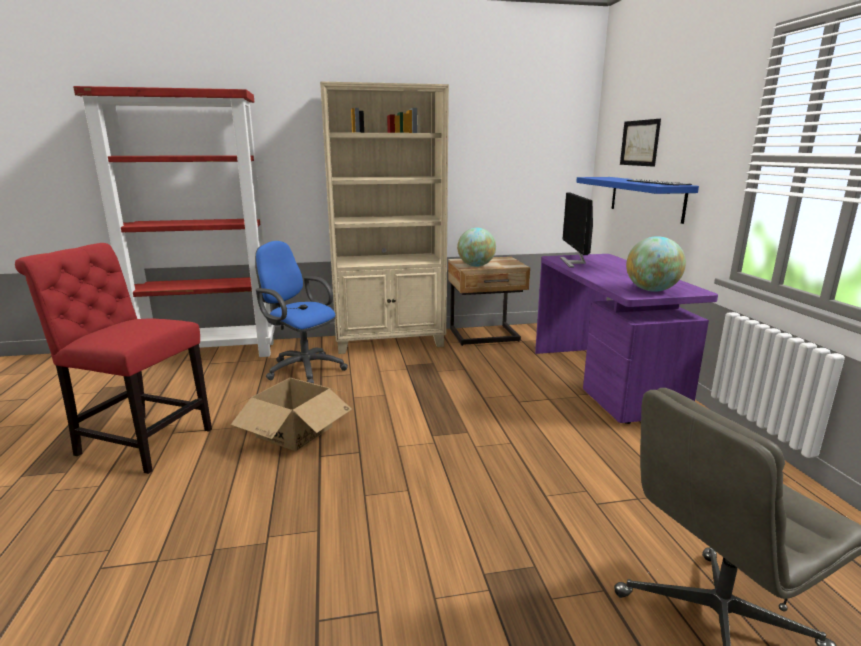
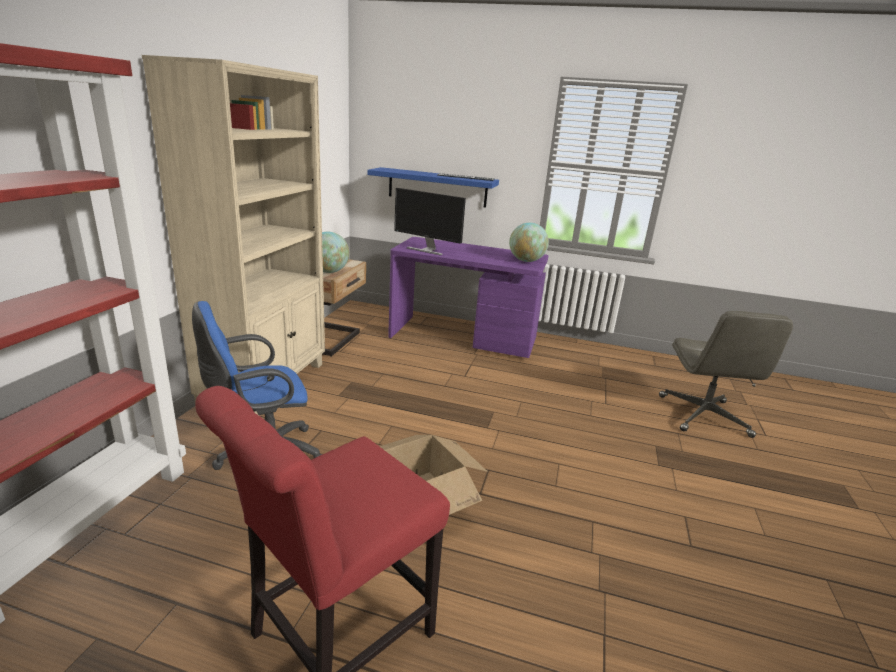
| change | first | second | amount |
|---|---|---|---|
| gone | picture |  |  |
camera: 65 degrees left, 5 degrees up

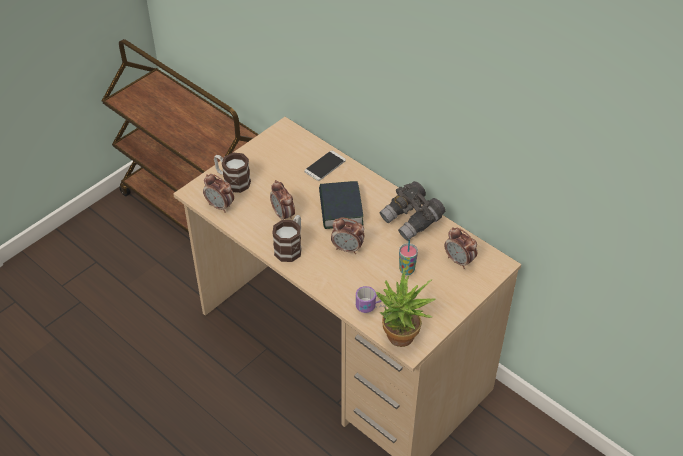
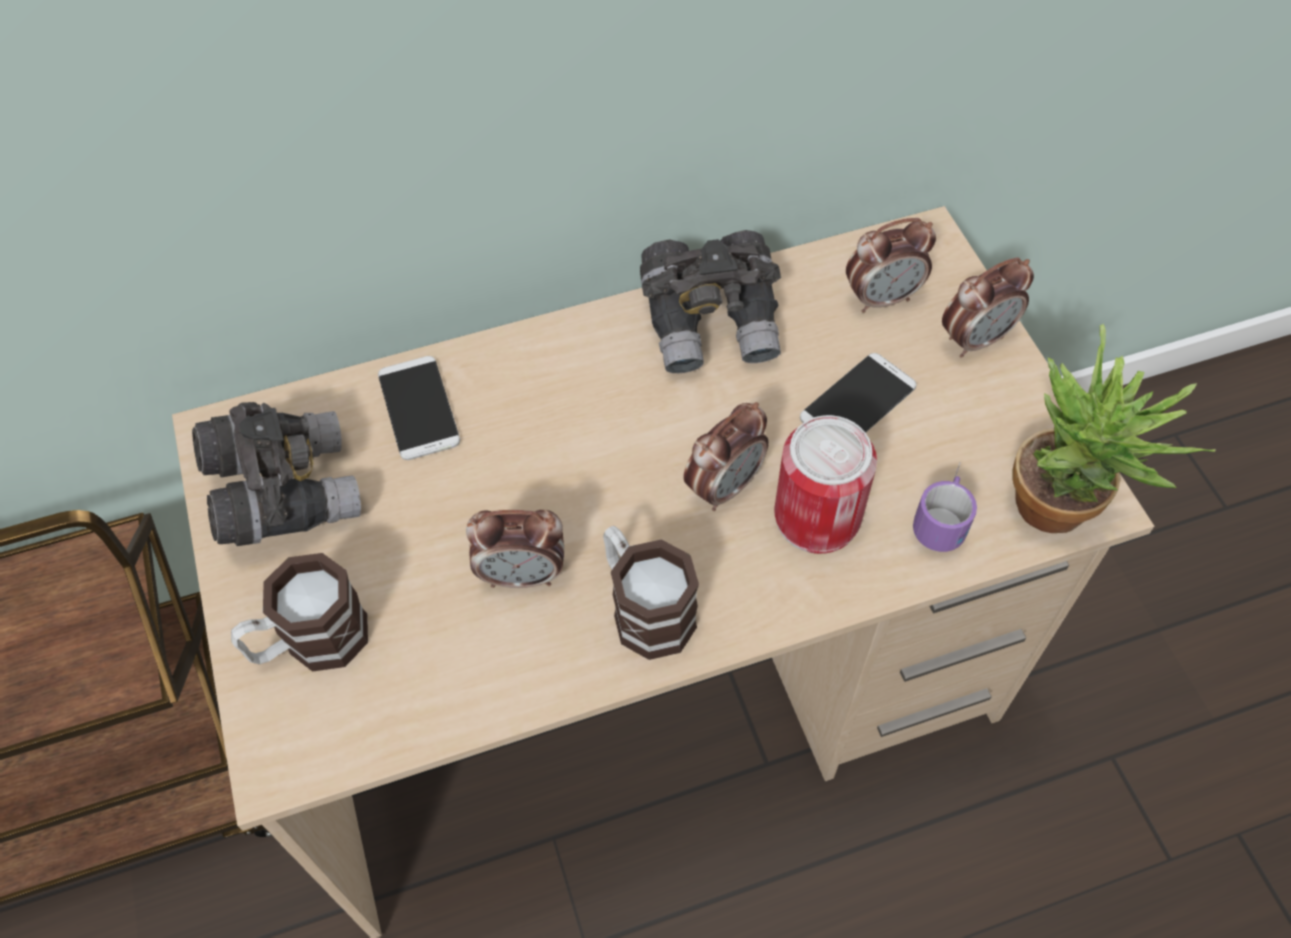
| change | first | second | amount |
|---|---|---|---|
| new |  | grey binoculars (no. 1 from left) |  |
| new |  | can |  |
| swapped | cup | phone (no. 2 from left) |  |
| shifted | alarm clock (no. 1 from left in the first image) | alarm clock (no. 4 from left) |  |
| gone | book |  |  |
camera: 60 degrees left, 10 degrees up

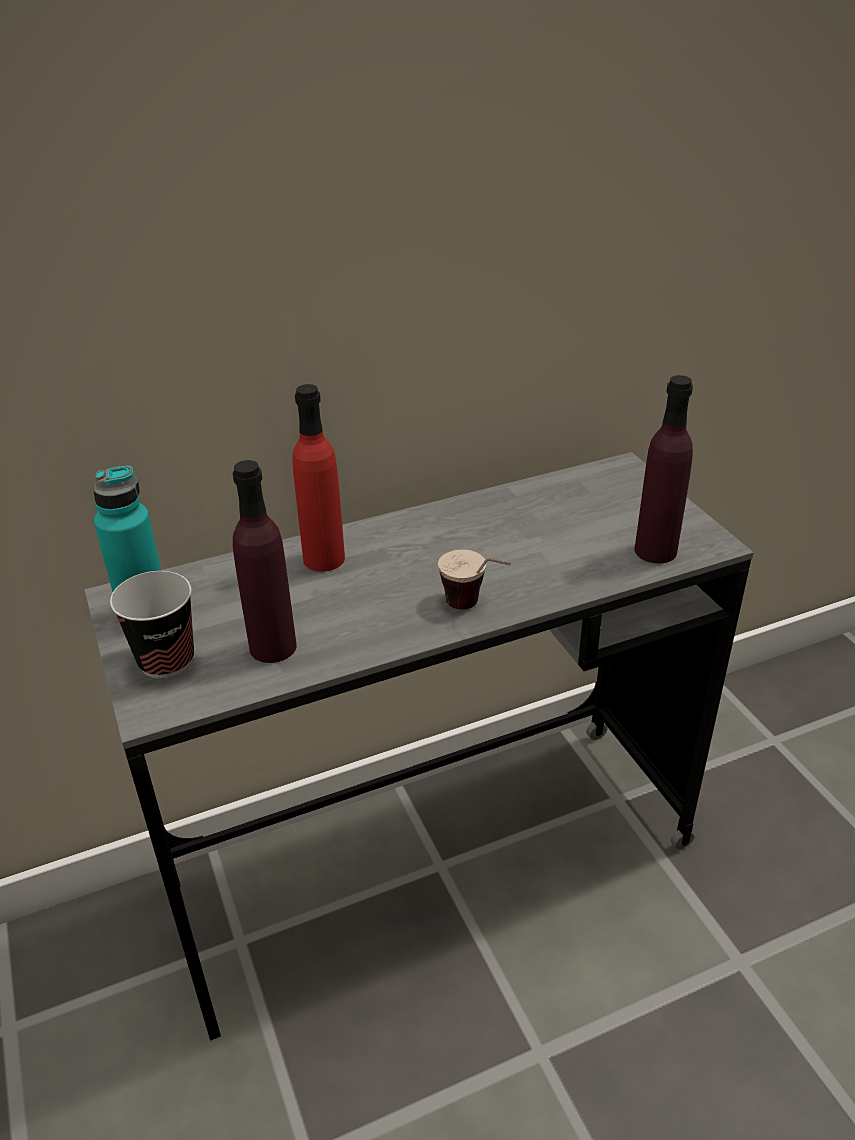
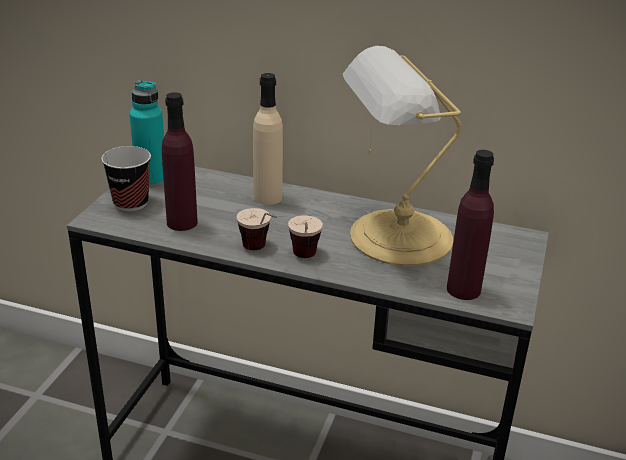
| change | first | second | amount |
|---|---|---|---|
| new |  | cup (no. 2 from left) |  |
| repainted | red bottle | beige bottle |  |
| new |  | table lamp |  |
camera: 40 degrees right, 5 degrees down

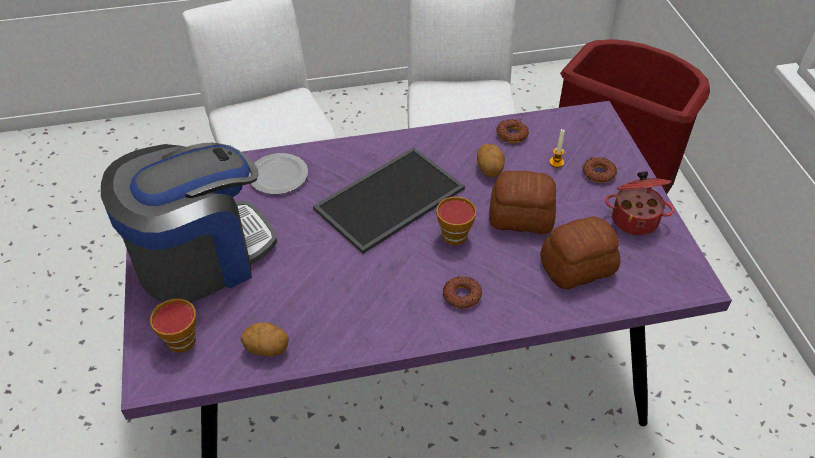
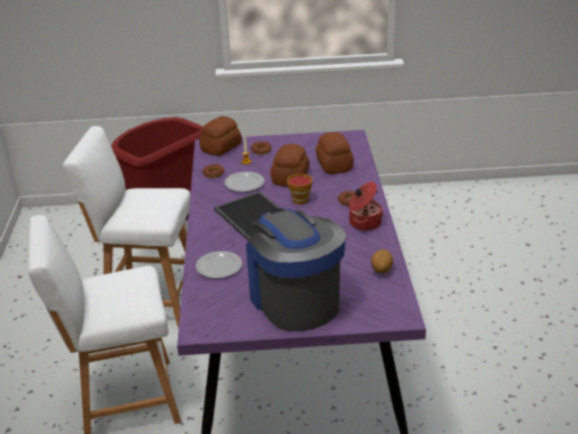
| change | first | second | amount |
|---|---|---|---|
| new |  | bread (no. 1 from left) |  |
| swapped | potato (no. 2 from left) | plate (no. 2 from left) |  |
| shifted | cooking pot |  |  |
| gone | cup (no. 1 from left) |  |  |
camera: 80 degrees left, 15 degrees down

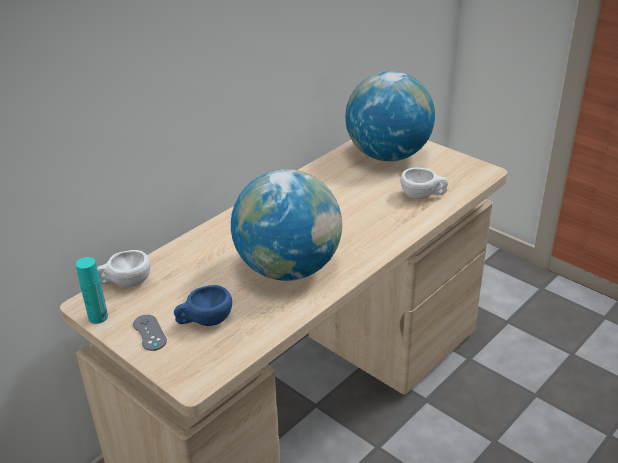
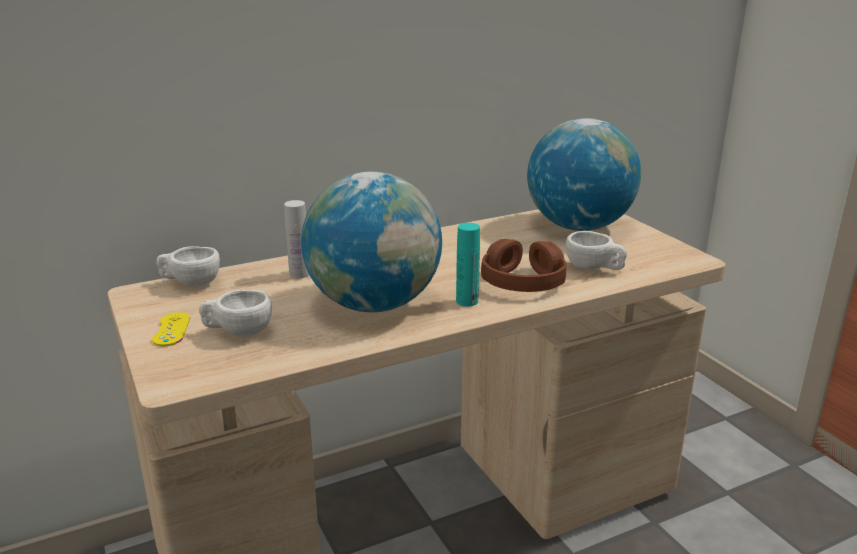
| change | first | second | amount |
|---|---|---|---|
| repainted | grey game controller | yellow game controller |  |
| repainted | blue cup | white cup (no. 2 from left) |  |
| new |  | white bottle |  |
| shifted | turquoise bottle |  |  |
| new |  | brown headphones |  |
camera: 20 degrees right, 10 degrees down

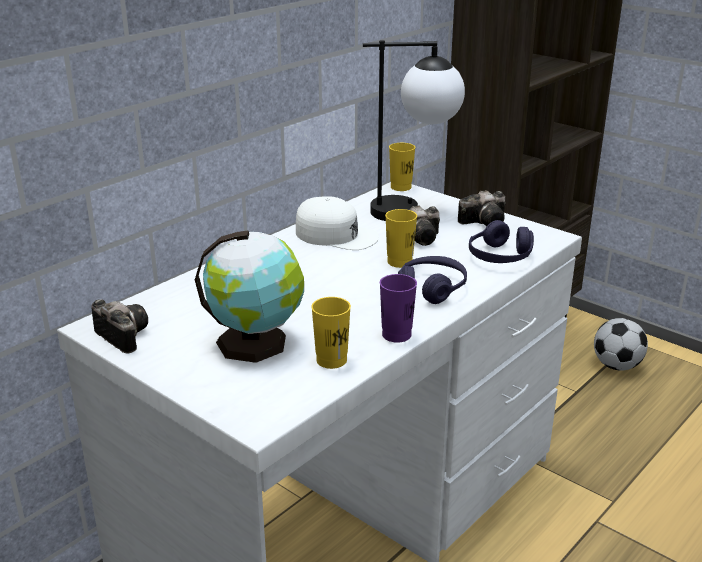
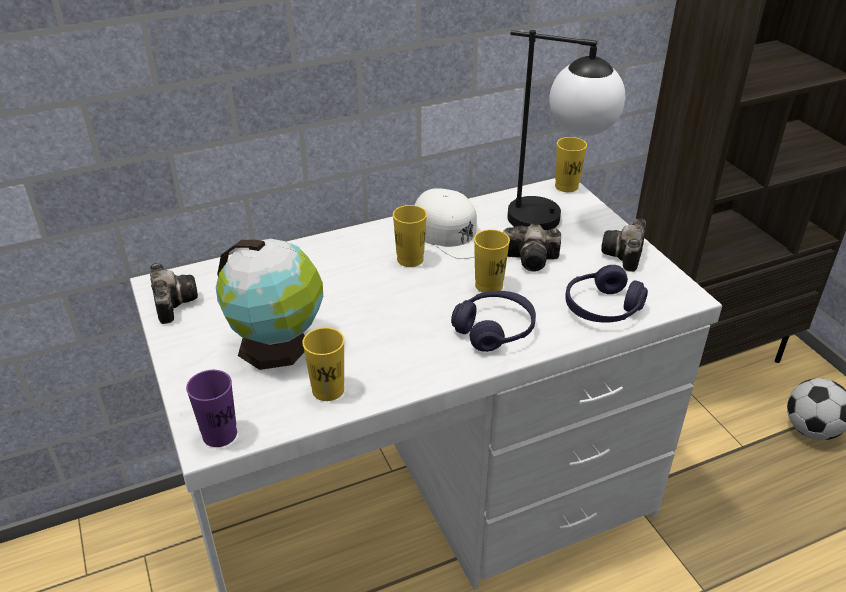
| change | first | second | amount |
|---|---|---|---|
| shifted | purple cup |  |  |
| new |  | yellow cup (no. 2 from left) |  |
| rotated | photo camera (no. 3 from left) |  | 105 degrees clockwise |
camera: 25 degrees right, 10 degrees up

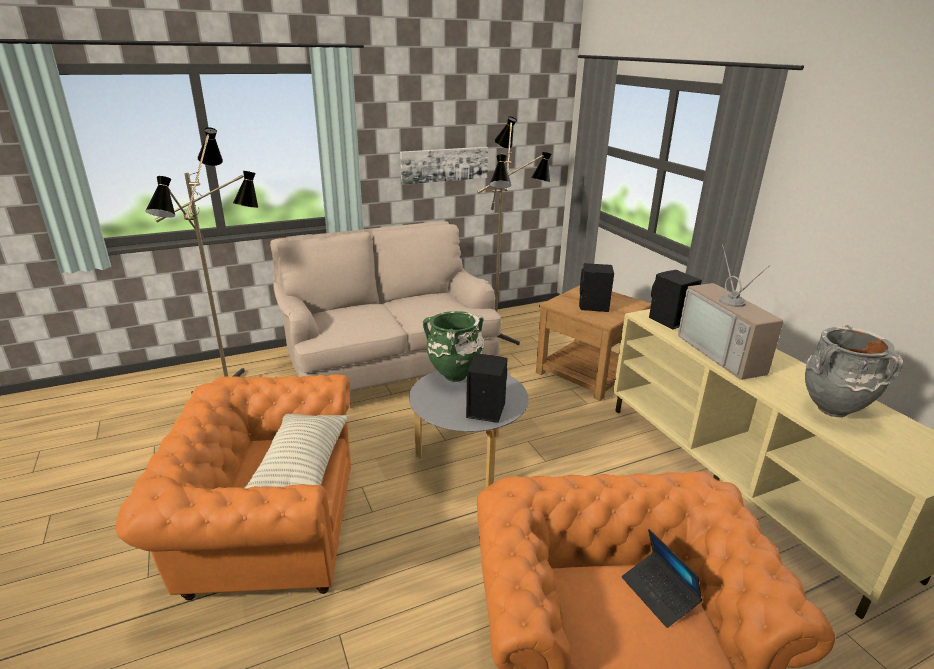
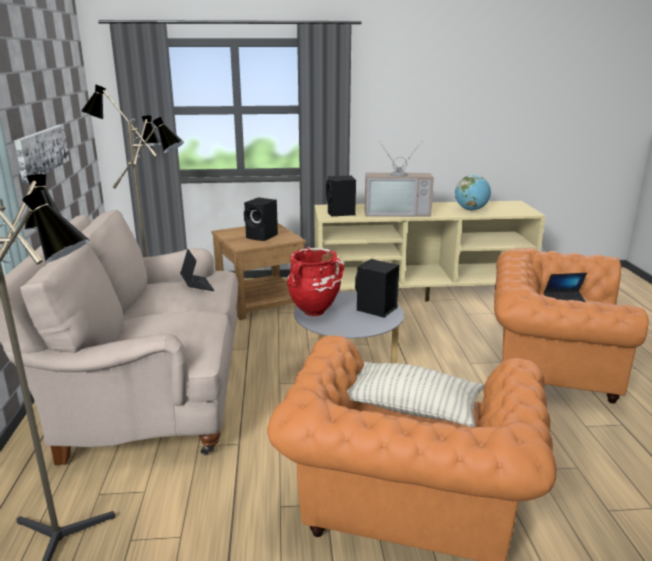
| change | first | second | amount |
|---|---|---|---|
| new |  | laptop (no. 1 from left) |  |
| repainted | green vase | red vase |  |
| swapped | grey vase | globe |  |
camera: 70 degrees left, 5 degrees down

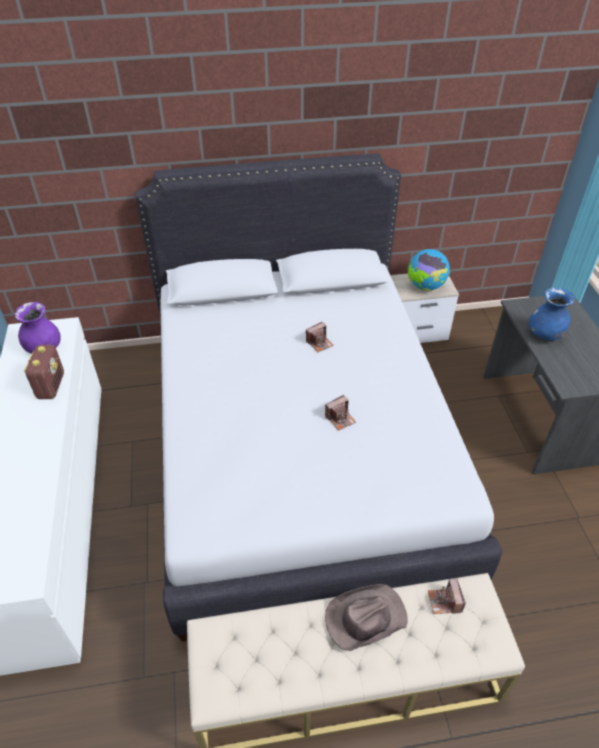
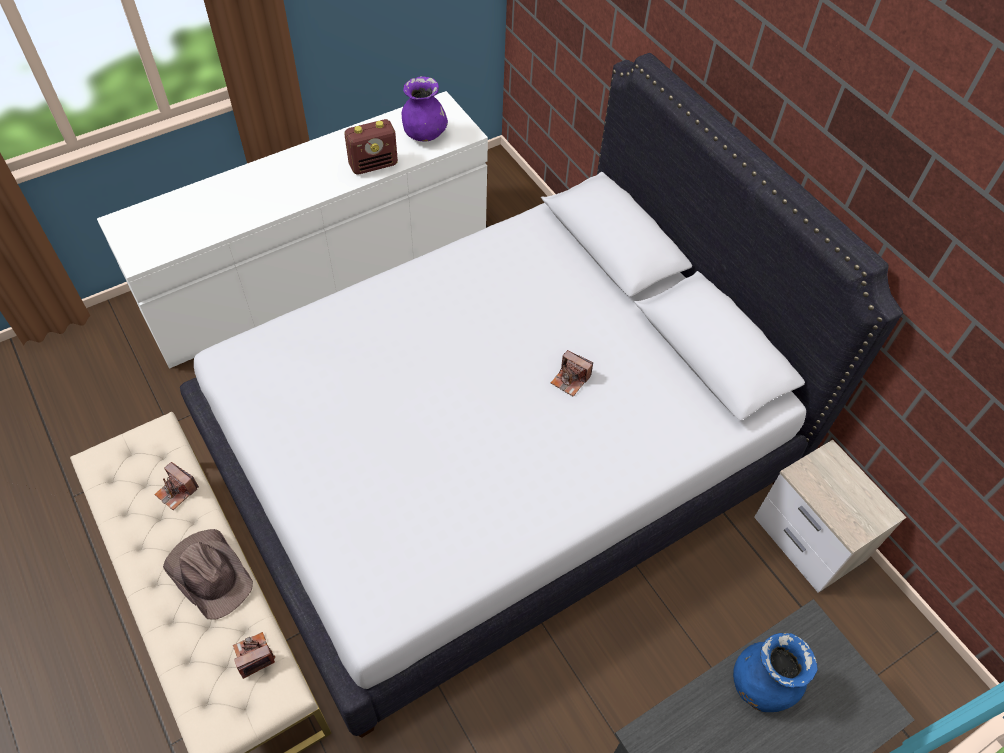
| change | first | second | amount |
|---|---|---|---|
| shifted | photo camera (no. 2 from left in the first image) | photo camera (no. 1 from left) |  |
| gone | globe |  |  |
camera: 65 degrees right, 10 degrees up

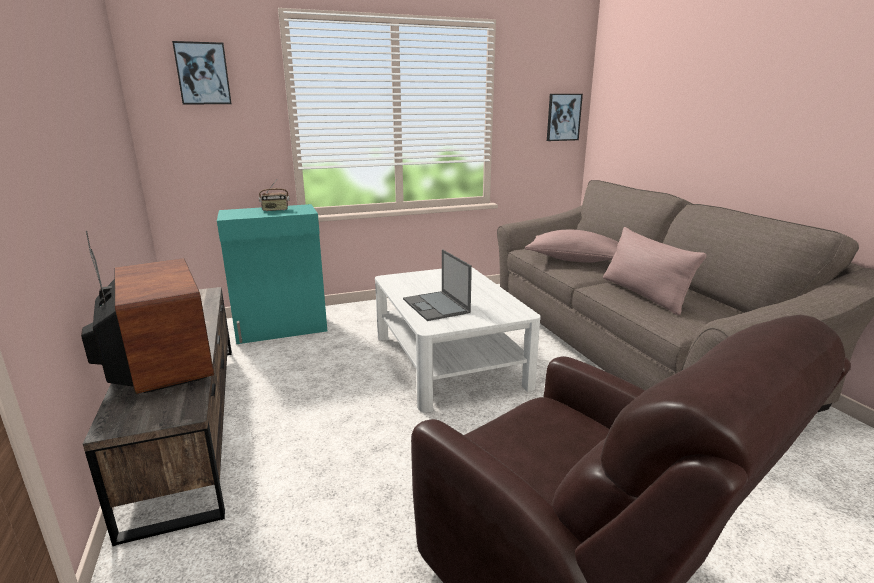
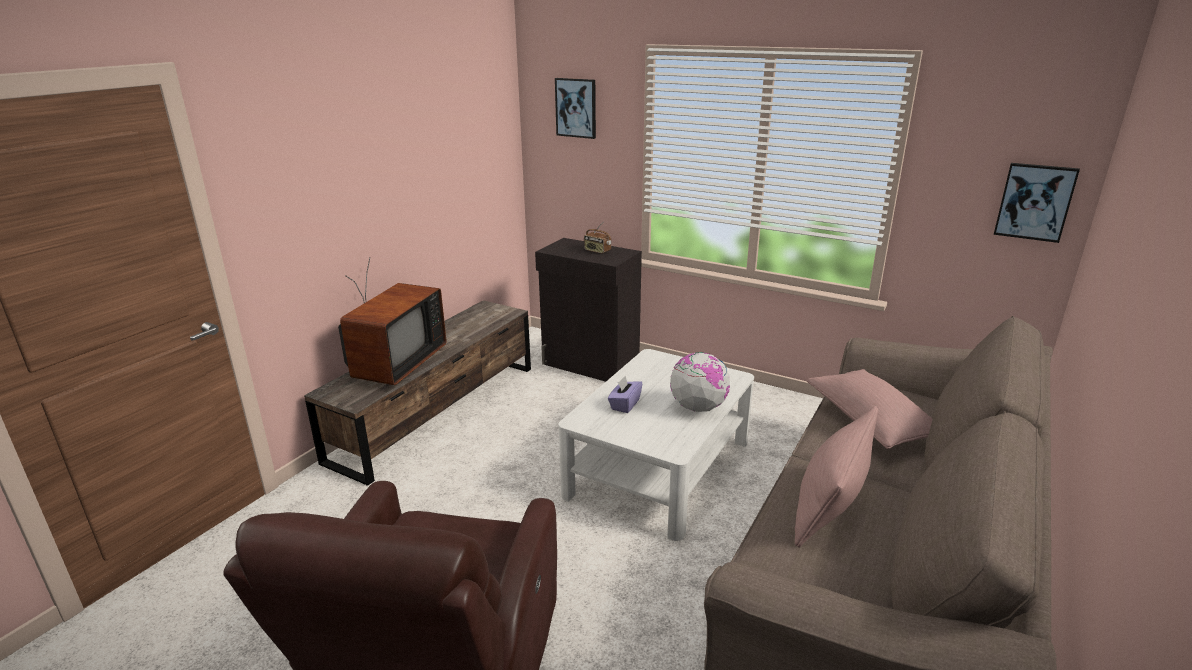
| change | first | second | amount |
|---|---|---|---|
| repainted | turquoise cabinet | black cabinet |  |
| swapped | laptop | purple tissue box |  |
| new |  | globe |  |
camera: 50 degrees right, 5 degrees up

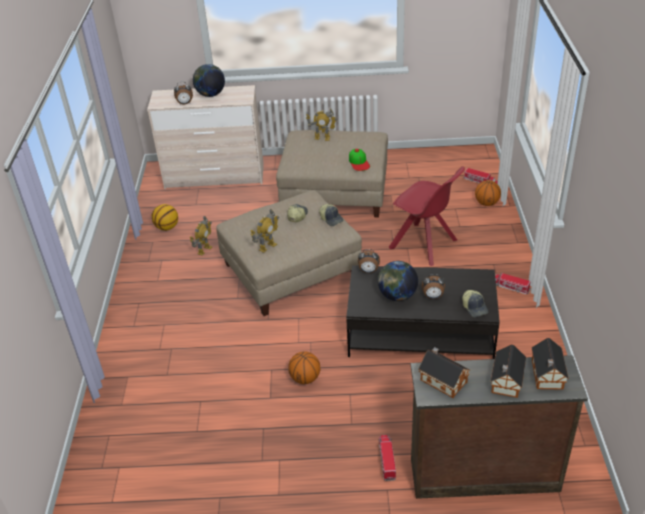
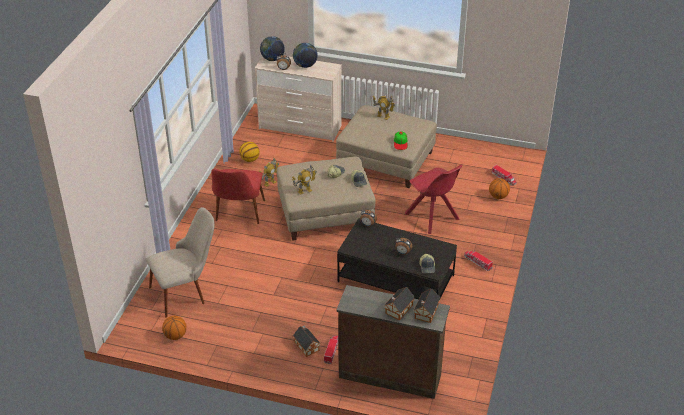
| change | first | second | amount |
|---|---|---|---|
| new |  | beige chair |  |
| shifted | basketball (no. 2 from left in the first image) | basketball (no. 1 from left) |  |
| new |  | red chair (no. 1 from left) |  |
| shifted | globe (no. 2 from left in the first image) | globe (no. 1 from left) |  |
| shifted | toy house (no. 1 from left) |  |  |
camera: 15 degrees right, 0 degrees up

